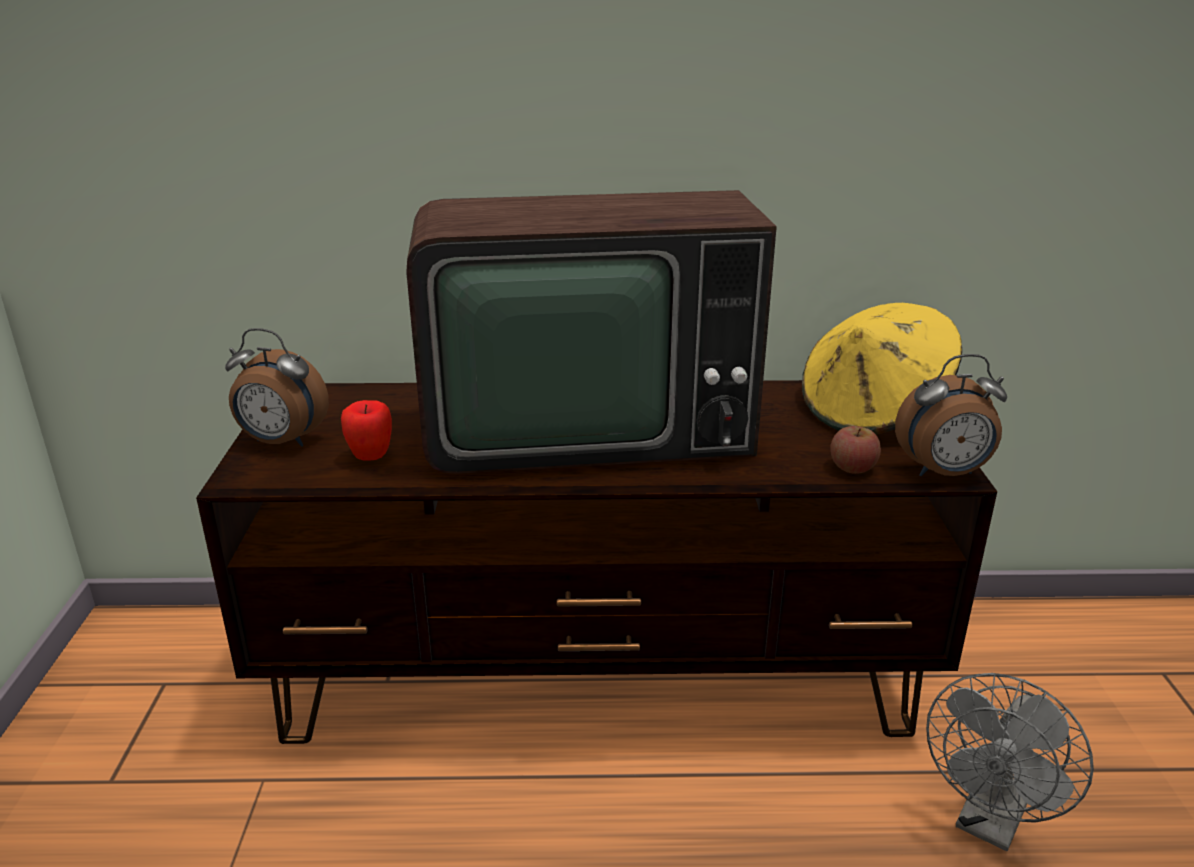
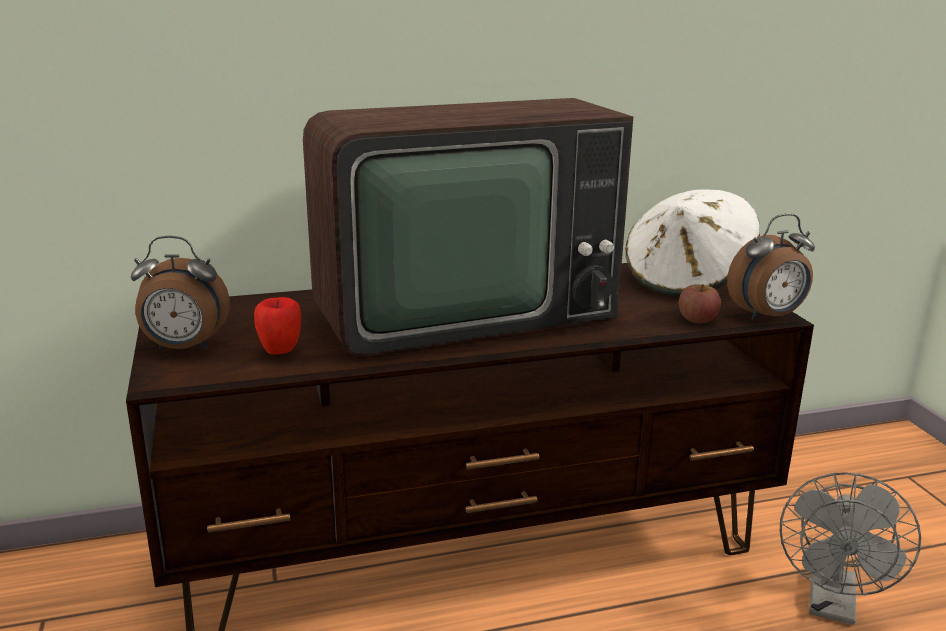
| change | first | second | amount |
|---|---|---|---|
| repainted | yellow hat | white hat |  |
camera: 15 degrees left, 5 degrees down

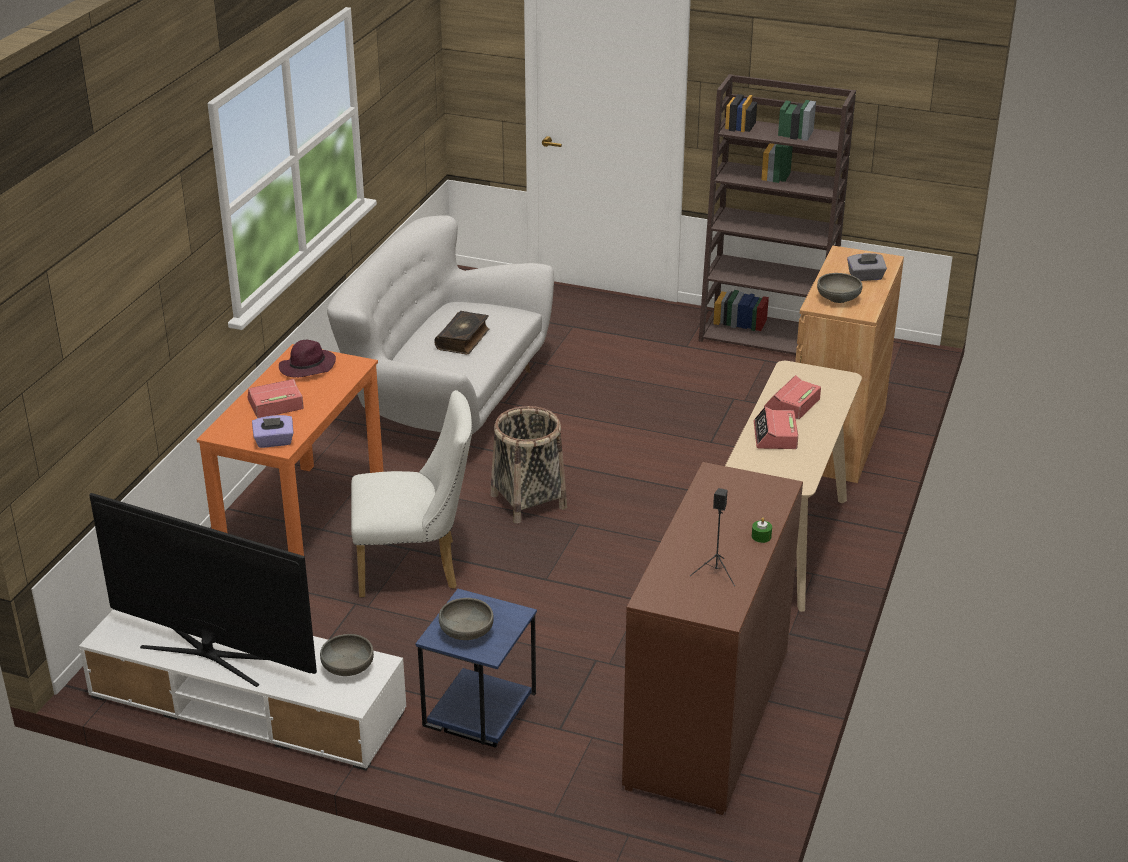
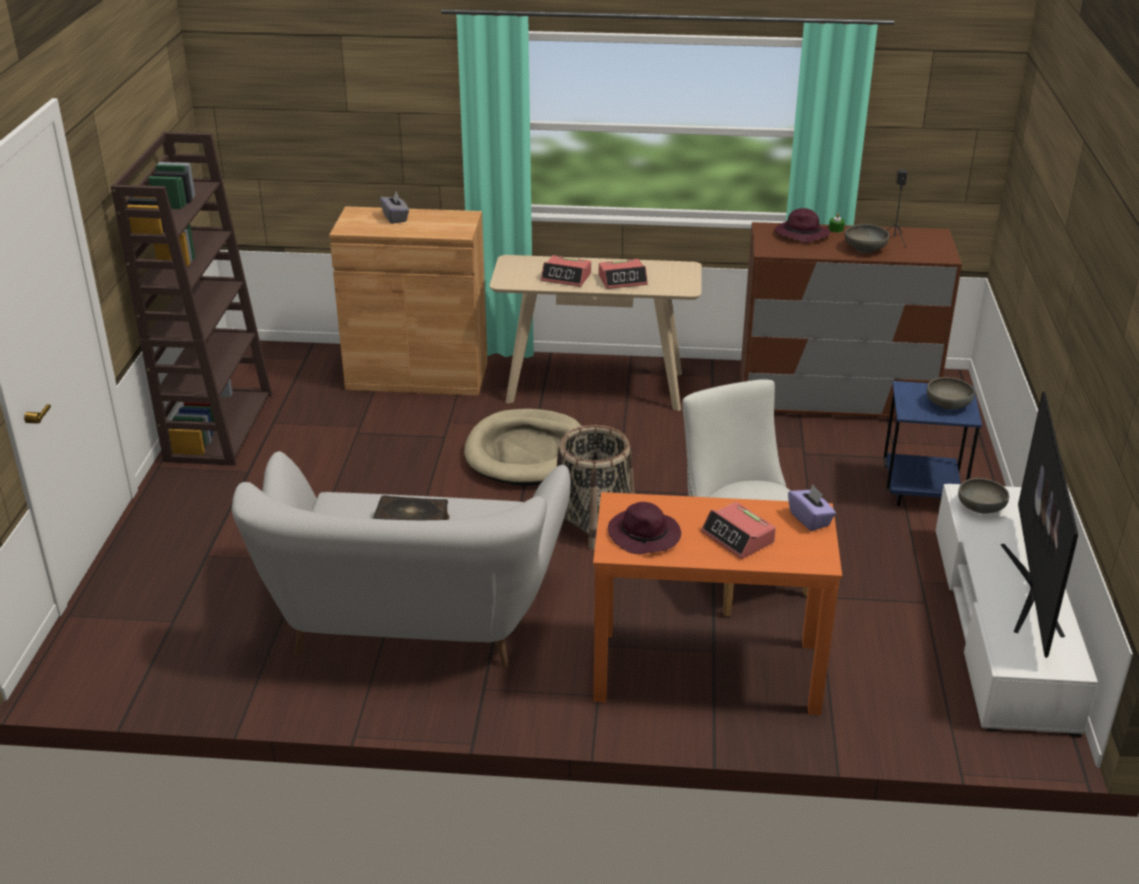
| change | first | second | amount |
|---|---|---|---|
| new |  | beige dog bed |  |
| new |  | purple hat (no. 2 from left) |  |
| shifted | grey bowl (no. 3 from left in the first image) | grey bowl (no. 1 from left) |  |
camera: 105 degrees left, 0 degrees up

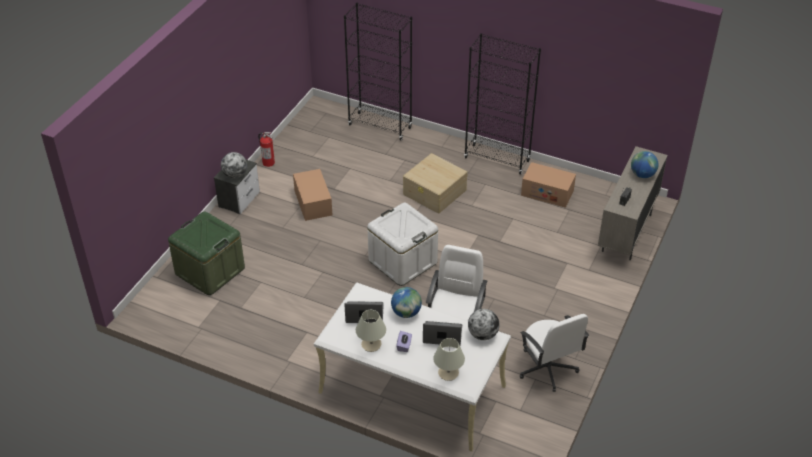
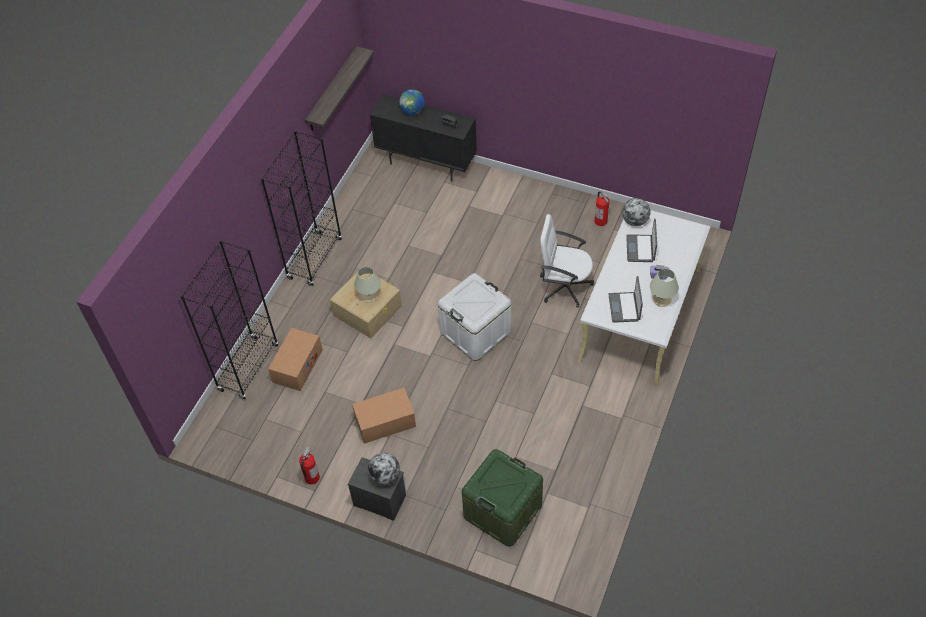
| change | first | second | amount |
|---|---|---|---|
| shifted | cardboard box (no. 2 from left in the first image) | cardboard box (no. 1 from left) |  |
| new |  | shelf |  |
| shifted | beige table lamp (no. 2 from left in the first image) | beige table lamp (no. 1 from left) |  |
| repainted | beige cabinet | black cabinet |  |
| swapped | white office chair (no. 2 from left) | fire extinguisher (no. 2 from left) |  |
| gone | globe (no. 2 from left) |  |  |
camera: 90 degrees left, 10 degrees up

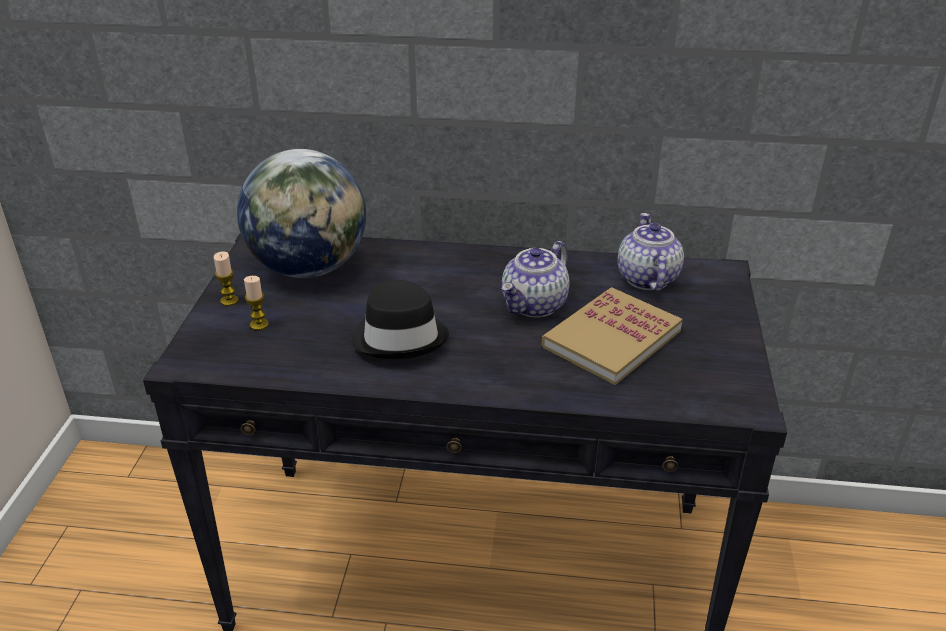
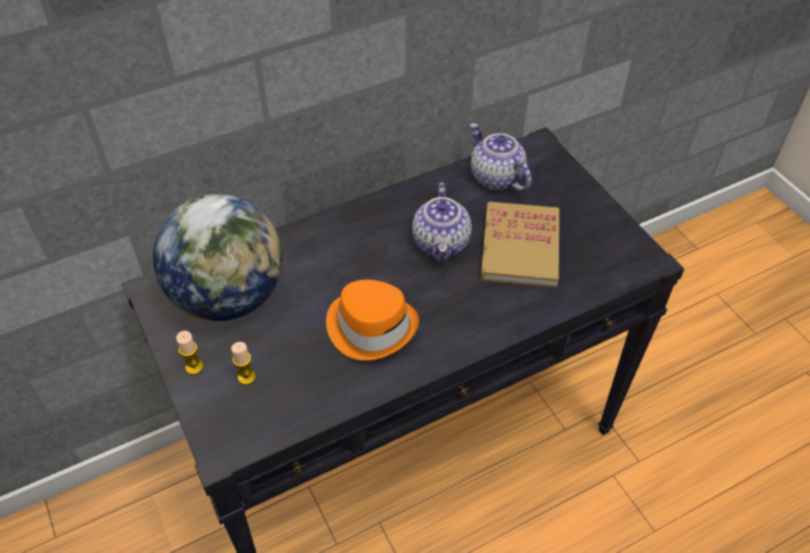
| change | first | second | amount |
|---|---|---|---|
| repainted | black hat | orange hat |  |
camera: 35 degrees left, 15 degrees up

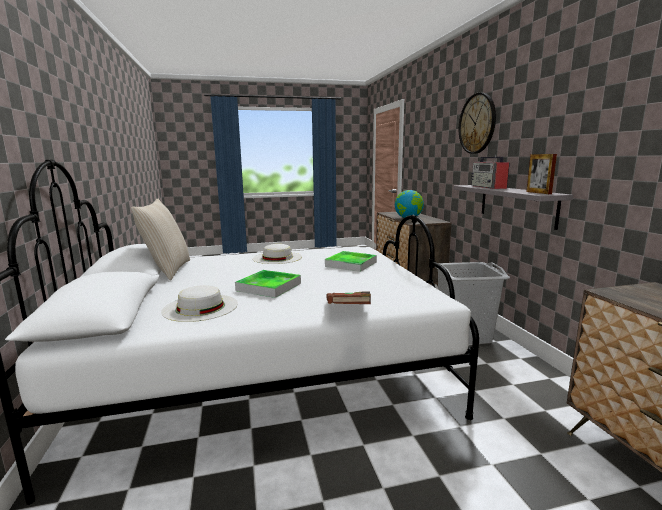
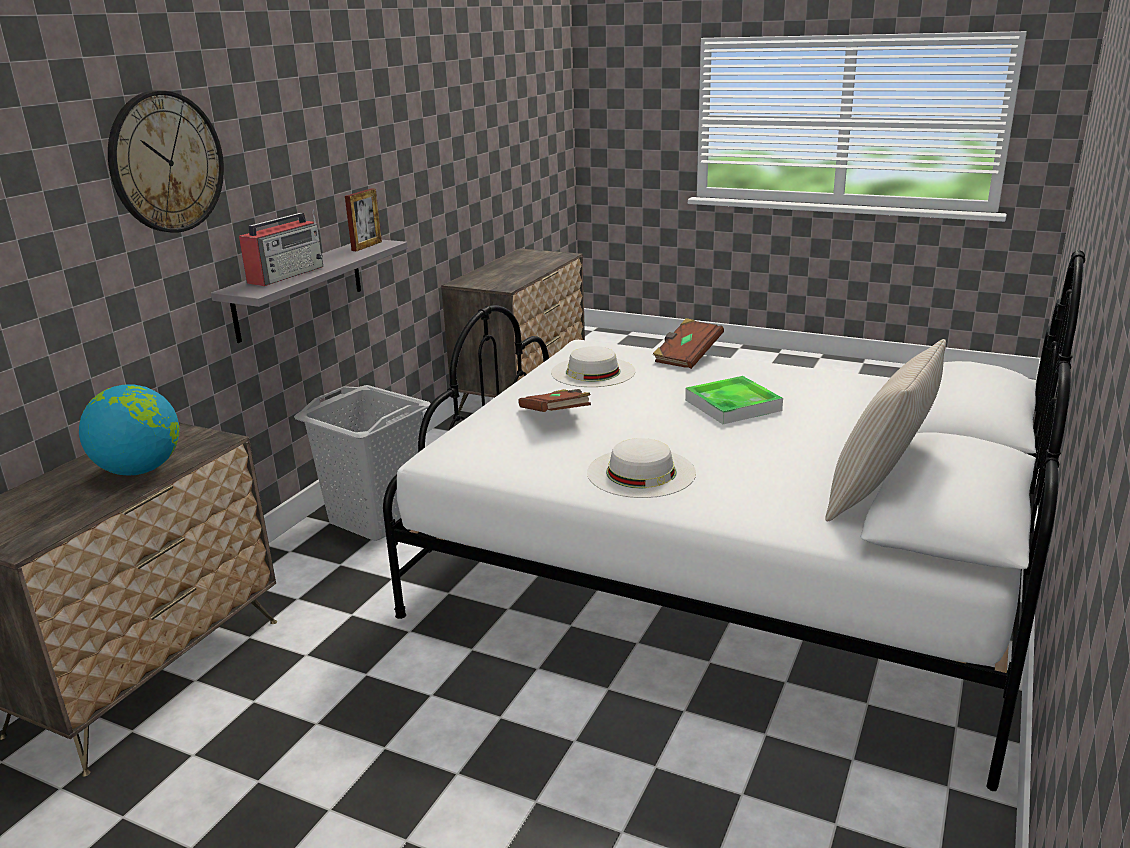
| change | first | second | amount |
|---|---|---|---|
| swapped | tray (no. 2 from left) | brown book (no. 1 from left) |  |
| shifted | white hat (no. 1 from left) |  |  |
camera: 140 degrees left, 10 degrees up

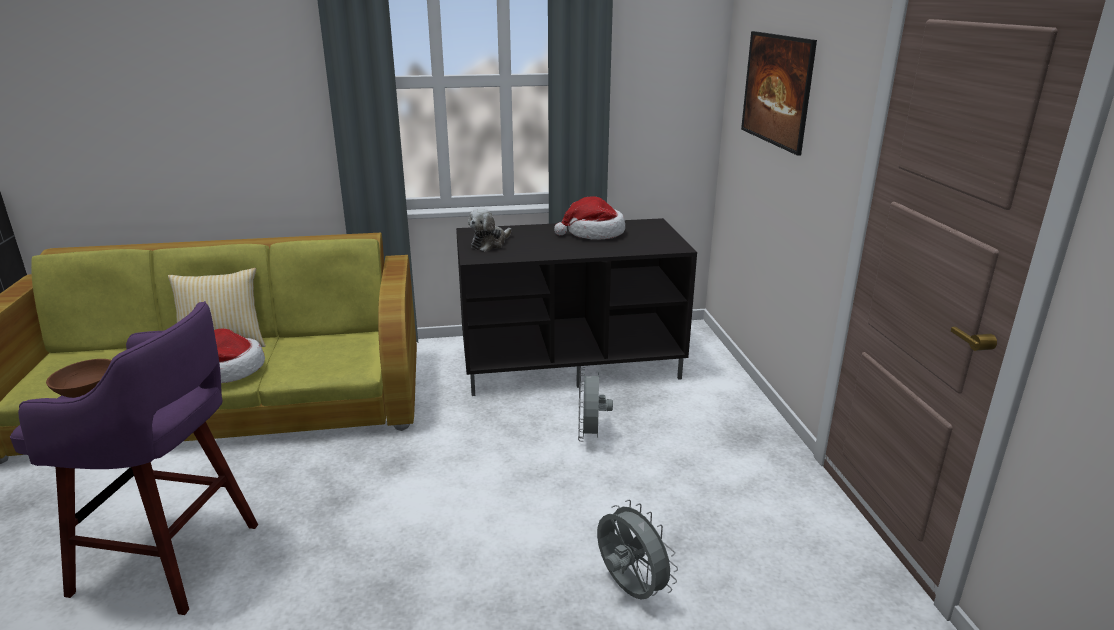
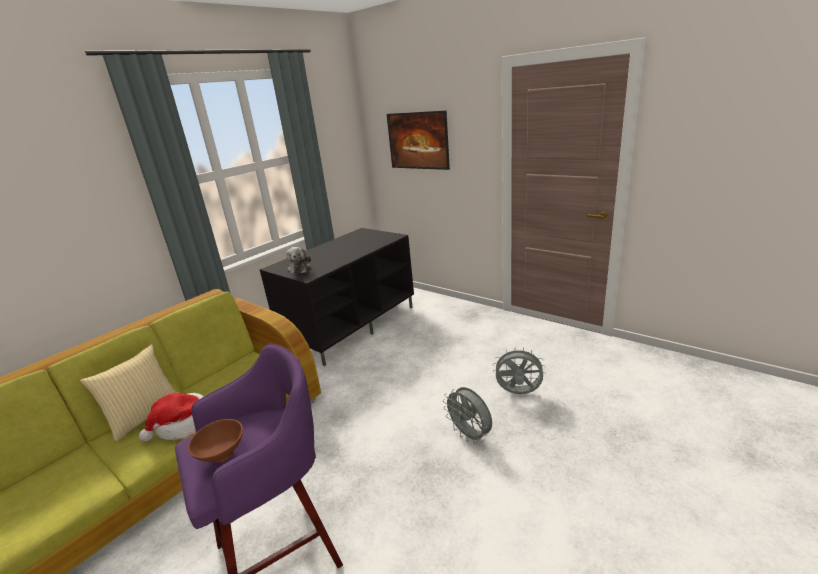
| change | first | second | amount |
|---|---|---|---|
| shifted | grey fan (no. 1 from left) |  |  |
| gone | hat (no. 2 from left) |  |  |
camera: 40 degrees left, 0 degrees up

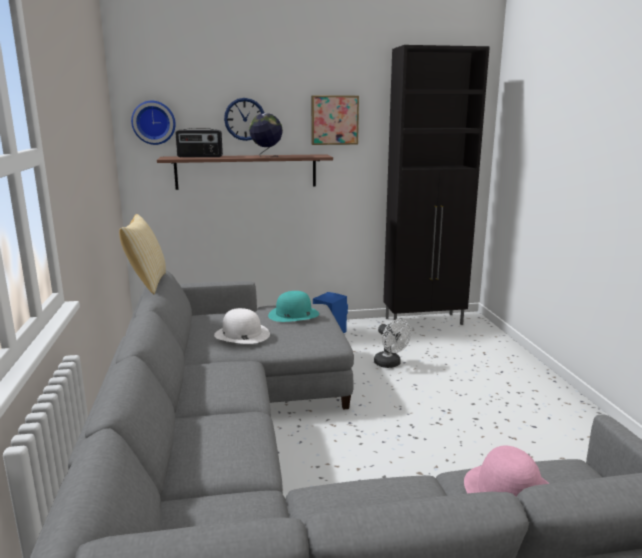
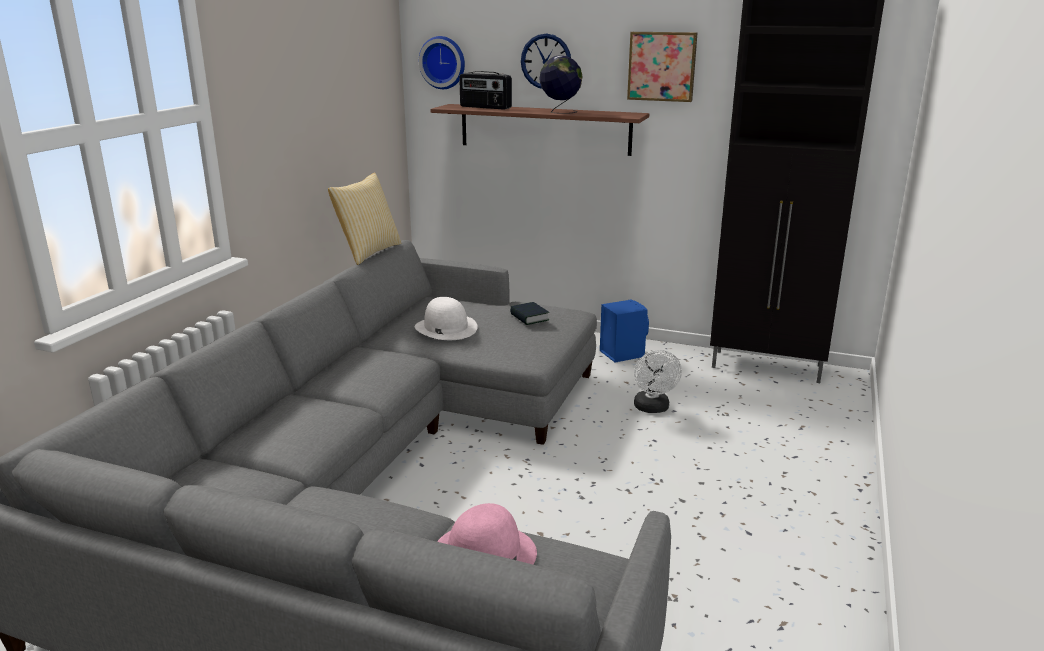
| change | first | second | amount |
|---|---|---|---|
| swapped | turquoise hat | book |  |
camera: 30 degrees right, 5 degrees up

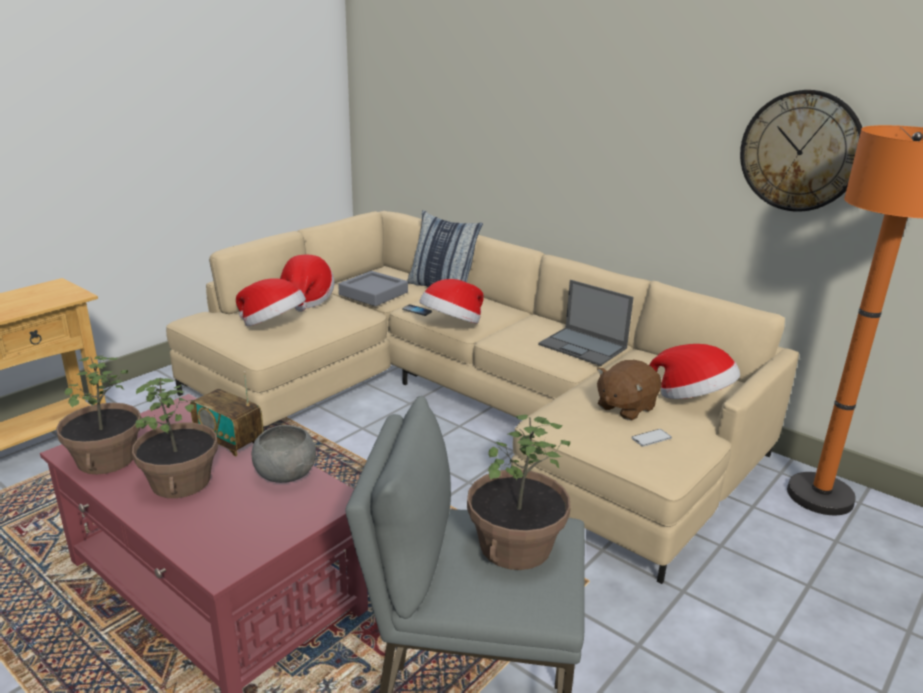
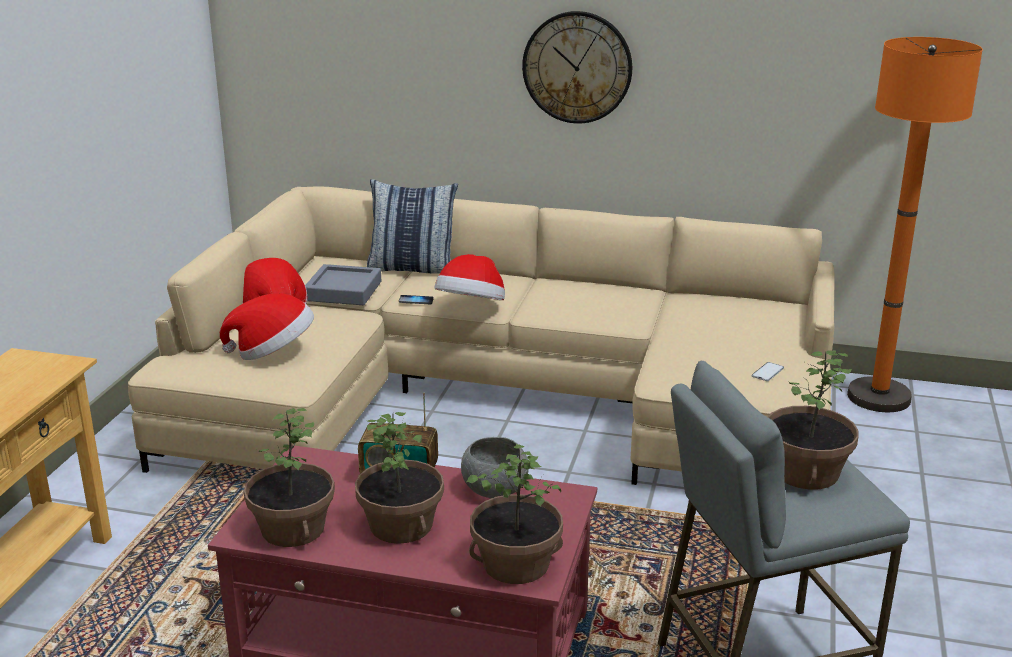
| change | first | second | amount |
|---|---|---|---|
| new |  | potted plant (no. 3 from left) |  |
| shifted | wall clock |  |  |
| gone | laptop |  |  |
| gone | brown plush toy |  |  |
| gone | hat (no. 4 from left) |  |  |
camera: 25 degrees left, 0 degrees up

